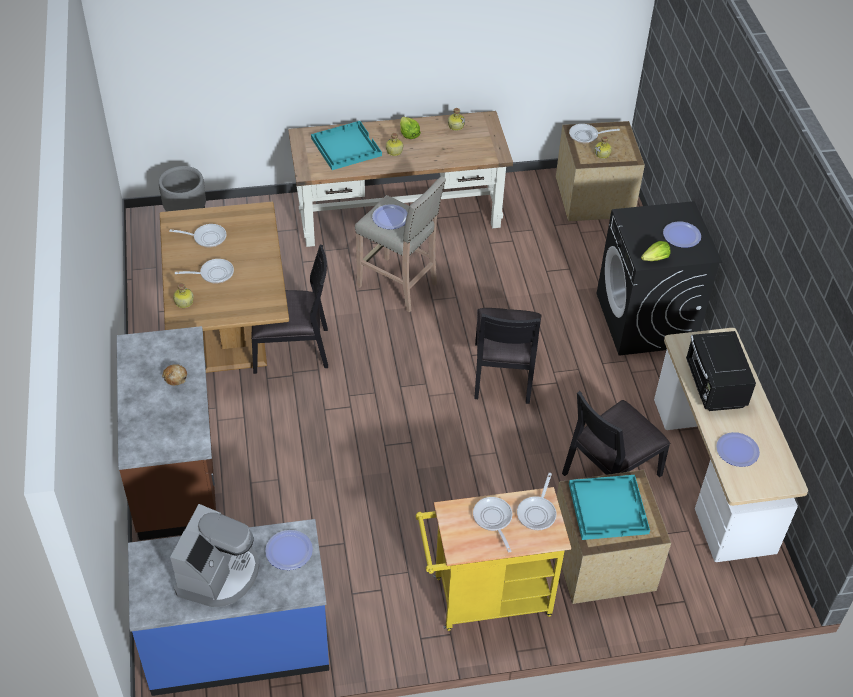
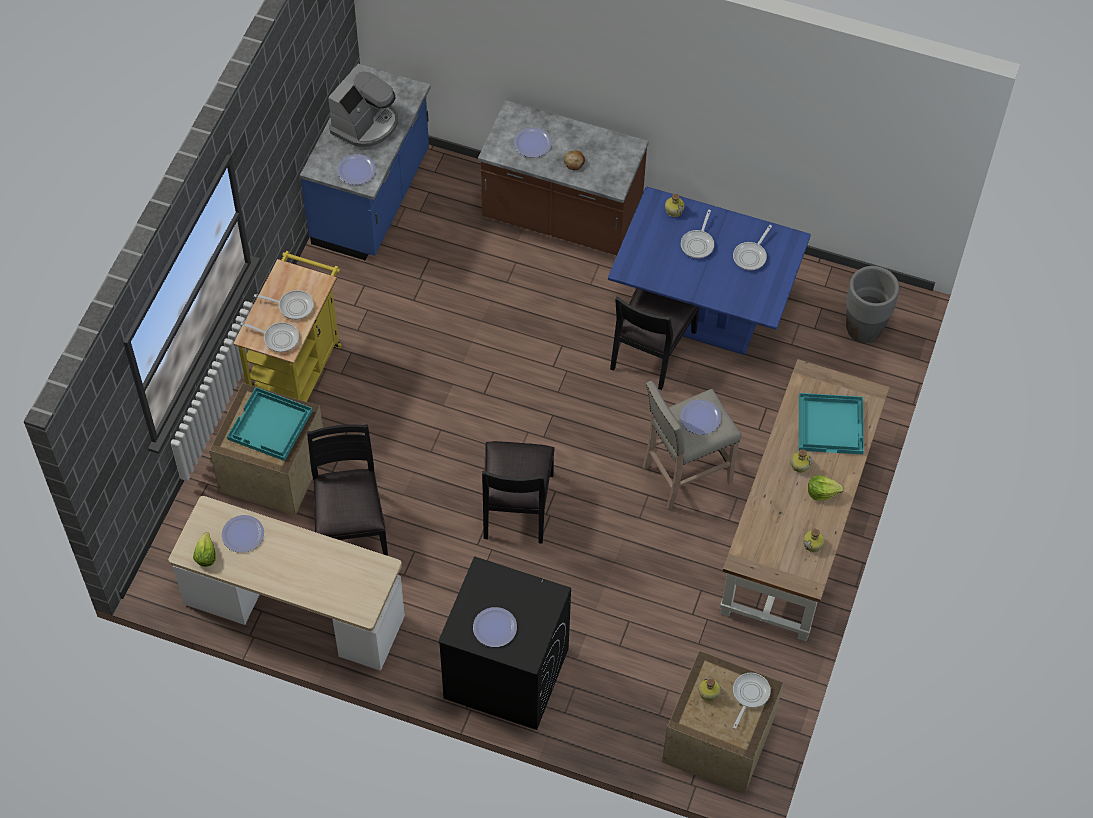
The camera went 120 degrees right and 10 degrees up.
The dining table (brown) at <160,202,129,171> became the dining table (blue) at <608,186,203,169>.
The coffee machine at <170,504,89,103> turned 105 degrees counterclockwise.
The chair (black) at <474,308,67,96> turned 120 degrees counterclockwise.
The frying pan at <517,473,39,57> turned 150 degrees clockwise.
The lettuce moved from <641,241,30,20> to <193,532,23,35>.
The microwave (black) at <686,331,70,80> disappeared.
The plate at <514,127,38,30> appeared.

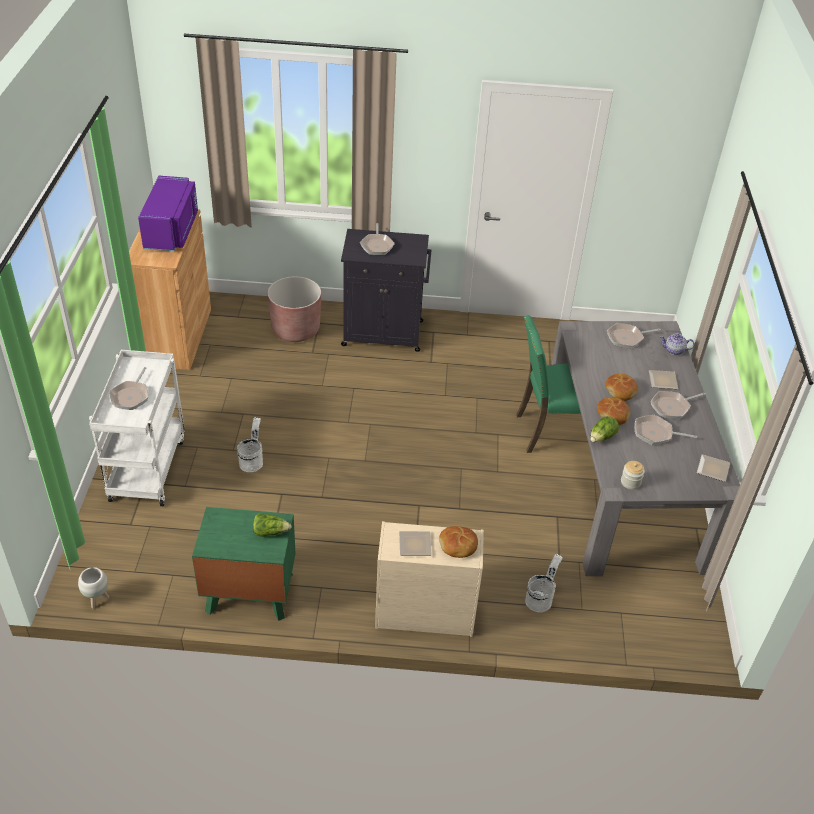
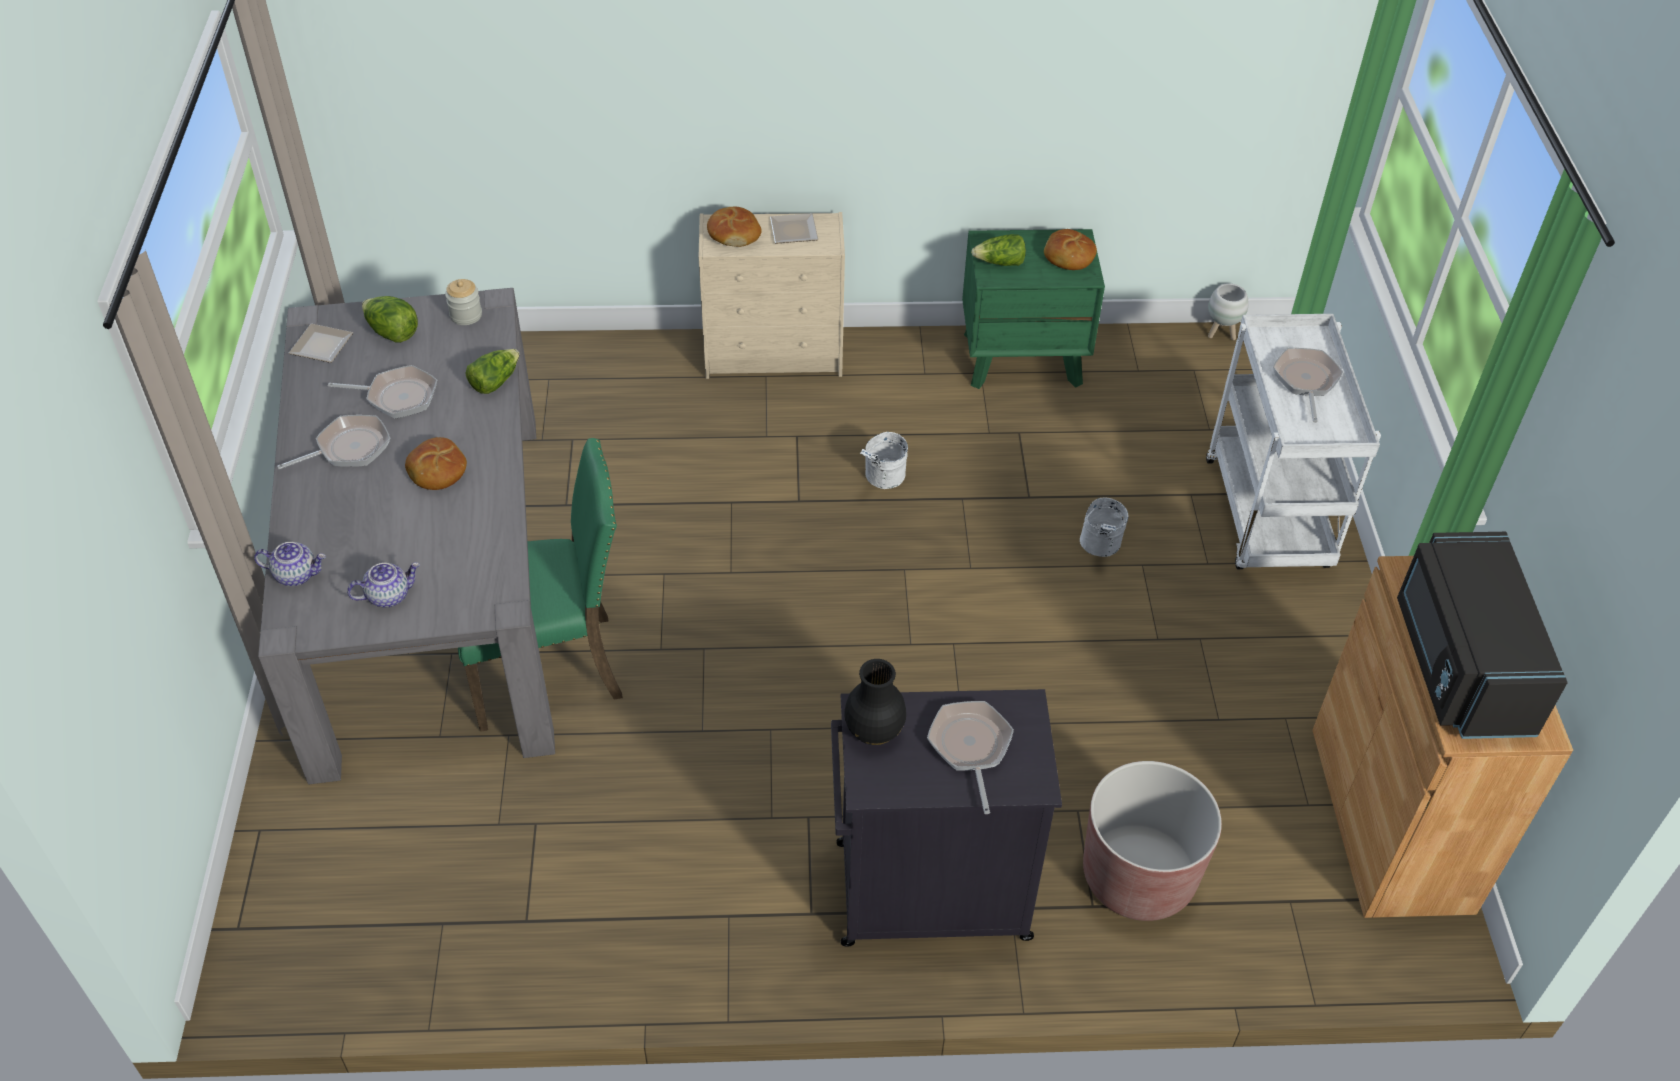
The camera went 175 degrees right and 5 degrees up.
The microwave (purple) at <138,176,60,75> became the microwave (black) at <1397,532,171,207>.
The bucket (white) moved from <525,553,38,59> to <860,432,48,57>.
The bread moved from <597,397,34,28> to <1044,229,53,41>.
The frying pan at <607,323,54,26> was replaced by the teapot at <347,562,73,45>.
The plate at <649,370,29,19> disappeared.
The lettuce at <362,296,56,47> appeared.
The vase (black) at <844,659,62,86> appeared.

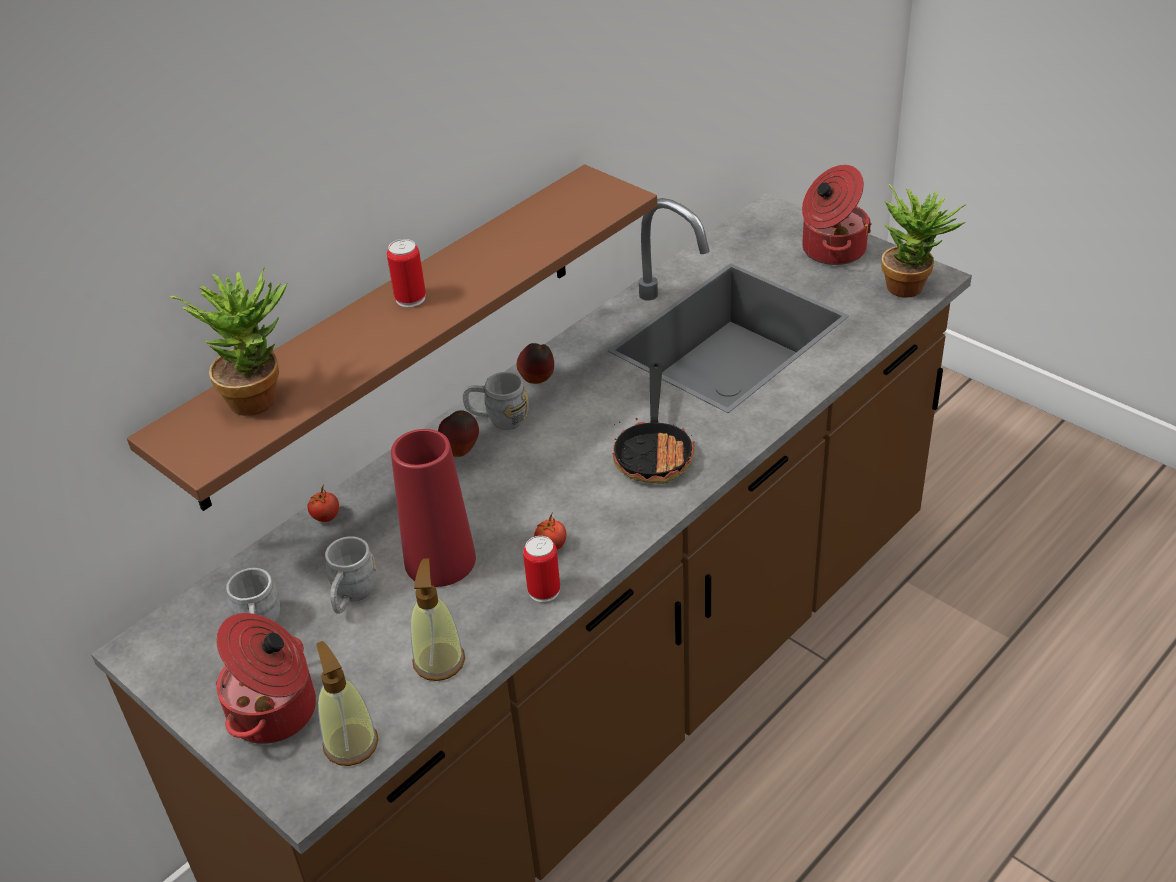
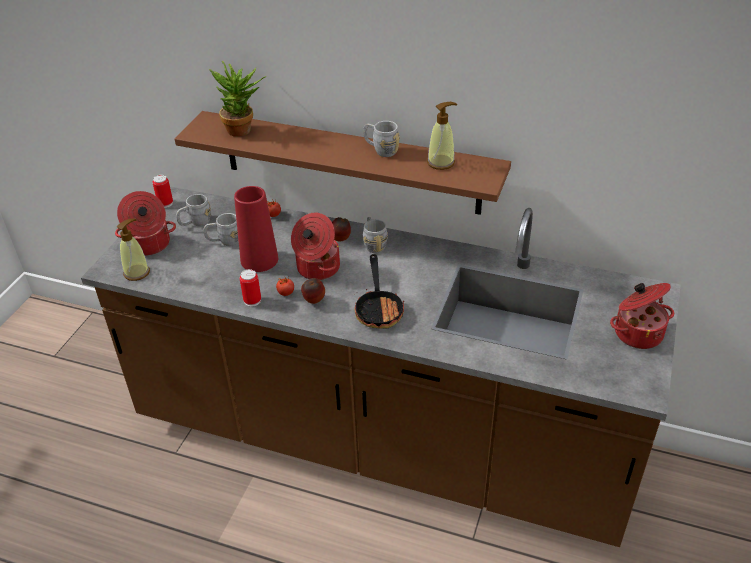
The camera went 65 degrees right and 0 degrees up.
The can moved from <387,239,39,68> to <152,175,21,33>.
The soap dispenser moved from <410,558,55,123> to <427,102,30,68>.
The apple moved from <517,343,37,41> to <301,278,24,26>.
The frying pan at <613,363,82,121> turned 75 degrees counterclockwise.
The potted plant at <881,184,85,114> disappeared.
The cooking pot at <291,213,49,67> appeared.
The mug (grey) at <363,121,37,36> appeared.

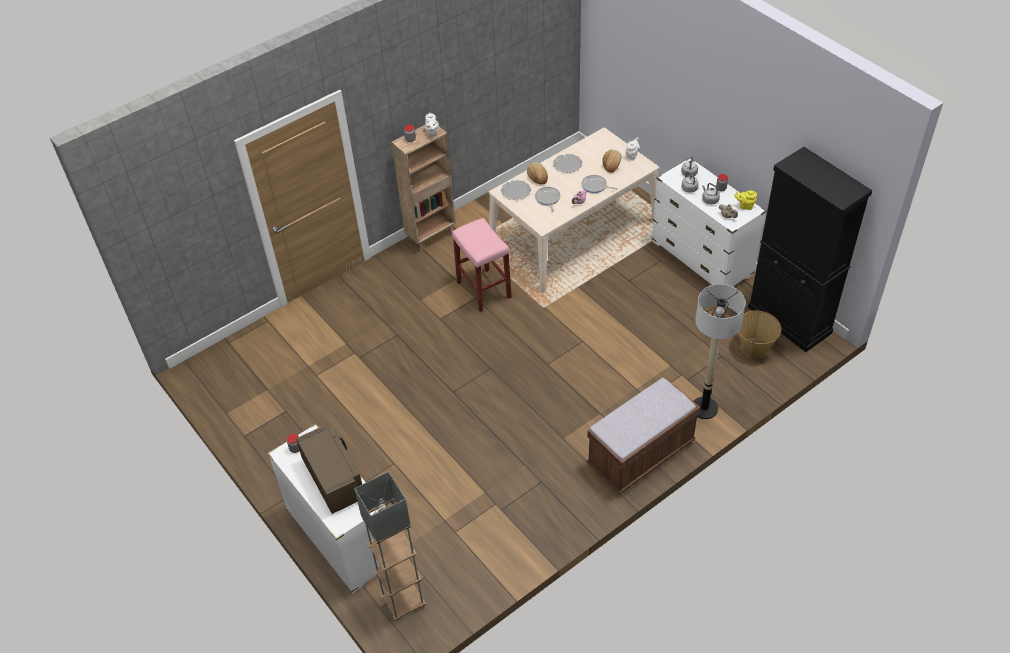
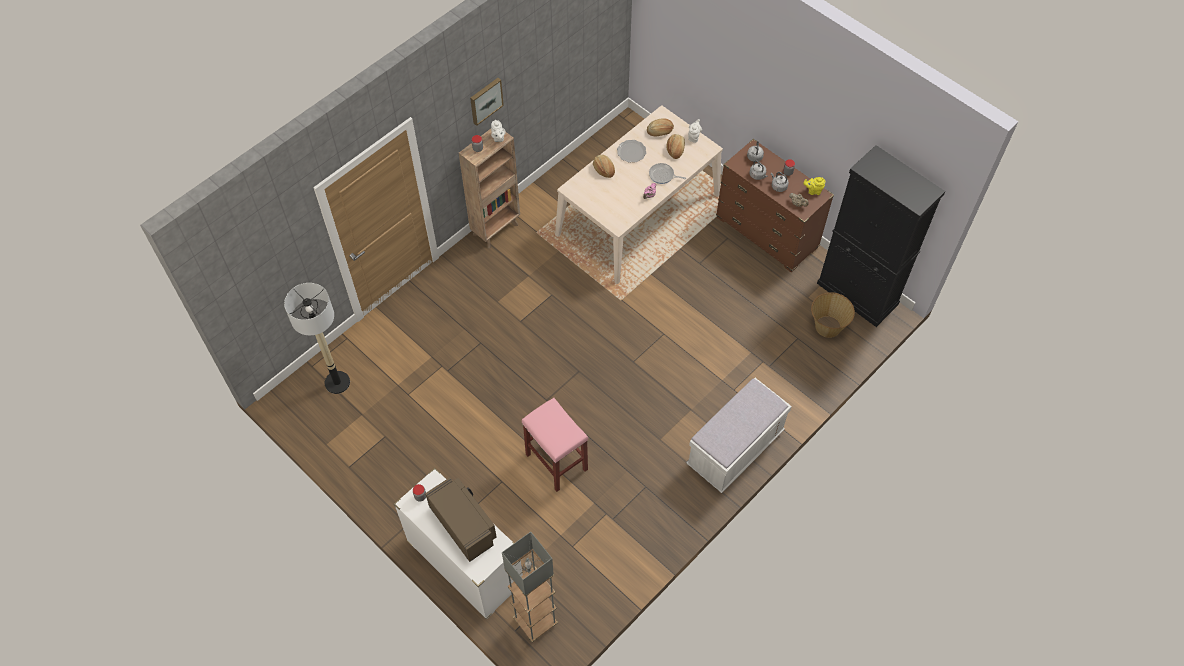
The camera went 10 degrees left and 10 degrees up.
The stool (pink) moved from <452,218,59,94> to <522,398,66,94>.
The plate at <501,180,30,20> disappeared.
The frying pan at <535,187,26,25> disappeared.
The bench (brown) at <587,377,113,117> became the bench (white) at <687,378,105,115>.
The dresser (white) at <651,158,115,129> became the dresser (brown) at <716,139,118,134>.
The floor lamp moved from <694,284,52,135> to <284,283,66,111>.
The picture at <470,78,34,48> appeared.
The bread at <647,118,27,18> appeared.

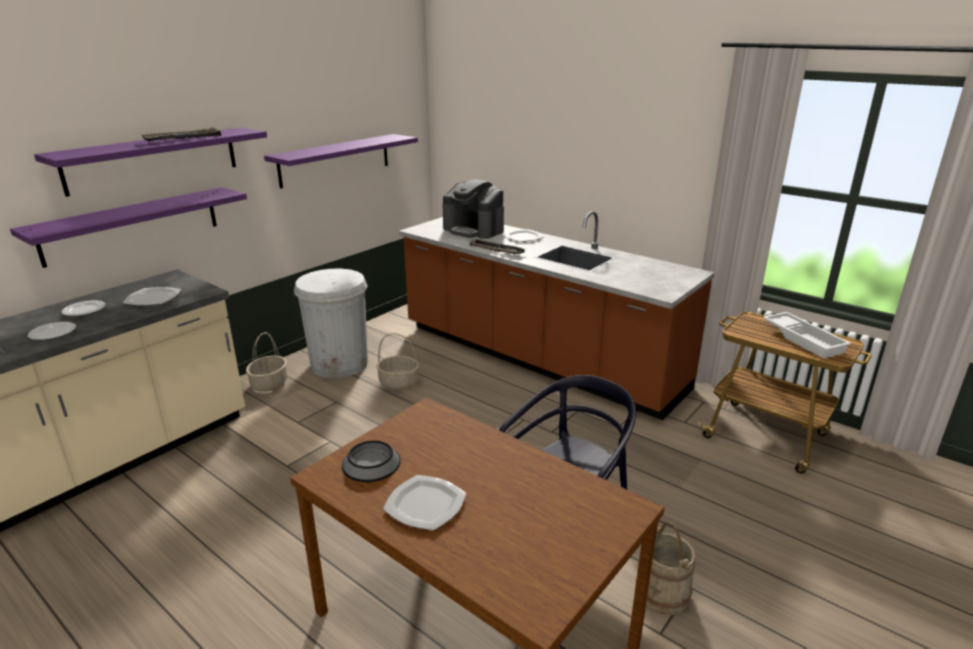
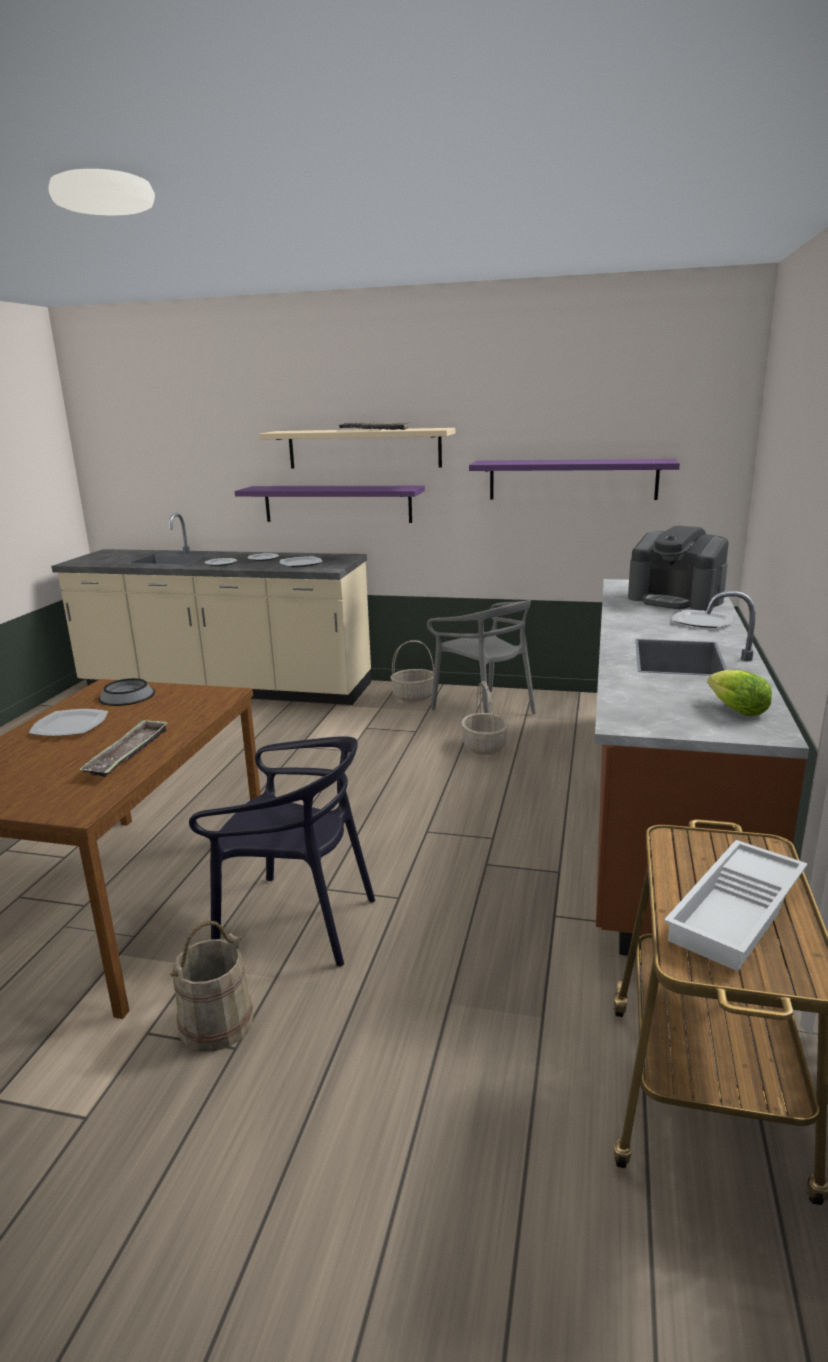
The camera went 65 degrees right and 5 degrees down.
The shelf (purple) at <34,127,233,70> became the shelf (beige) at <259,428,196,41>.
The trash can (white) at <294,269,74,109> was replaced by the chair (grey) at <427,600,109,114>.
The coffee machine at <442,179,62,60> turned 60 degrees counterclockwise.
The tray moved from <467,238,59,16> to <79,719,89,58>.
The lettuce at <707,670,65,46> appeared.

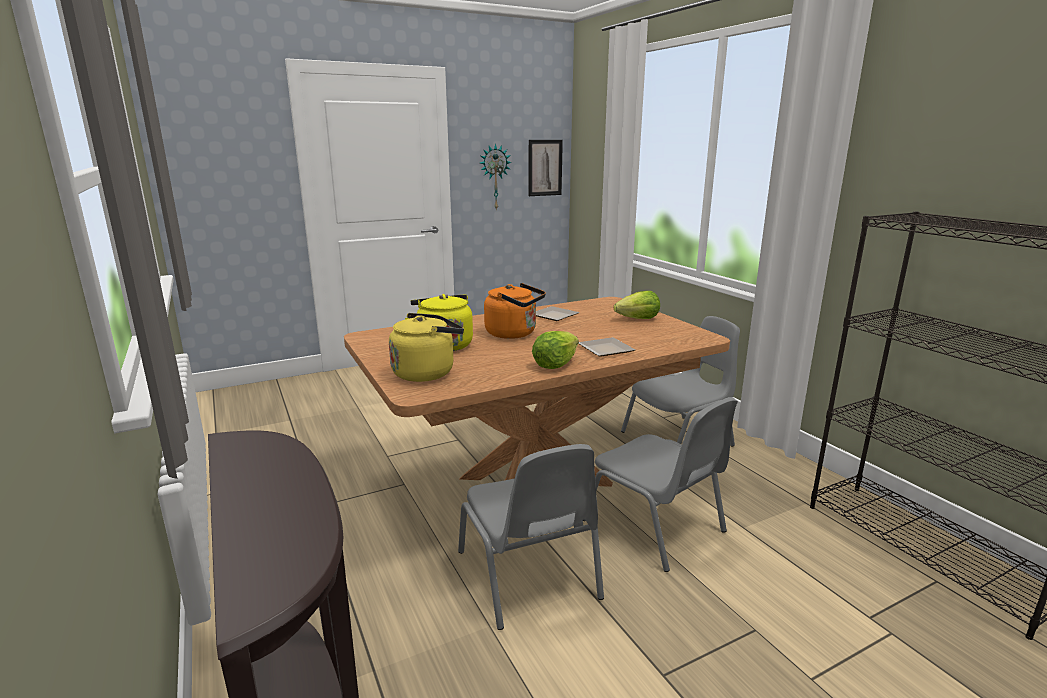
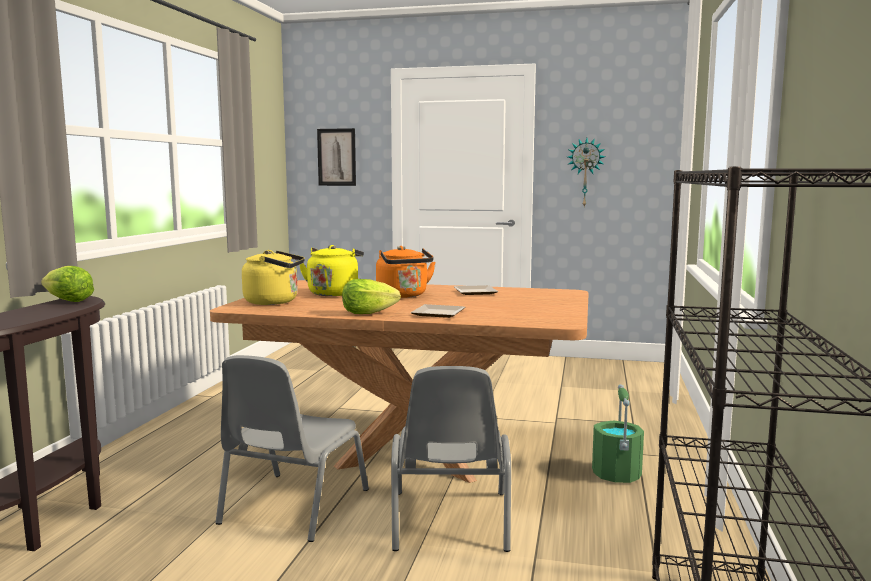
The camera went 40 degrees right and 10 degrees down.
The picture moved from <528,140,35,56> to <317,128,39,58>.
The lettuce moved from <614,291,46,28> to <41,266,53,36>.
The chair (grey) at <621,316,119,131> was replaced by the bucket (green) at <592,384,52,99>.

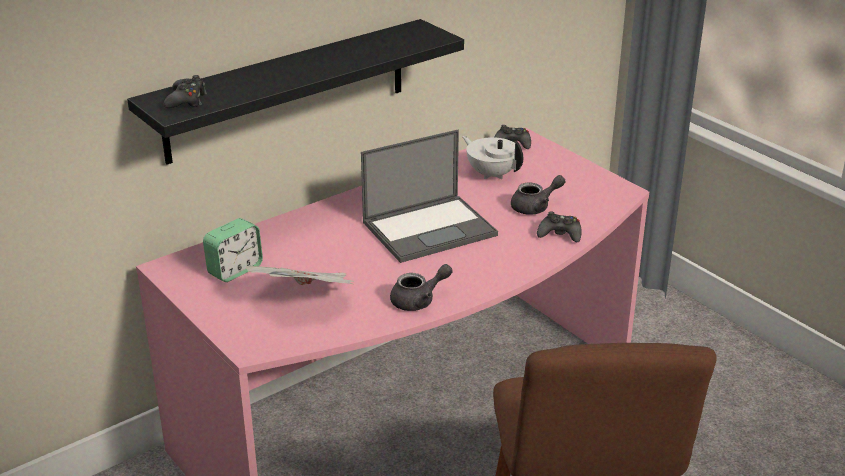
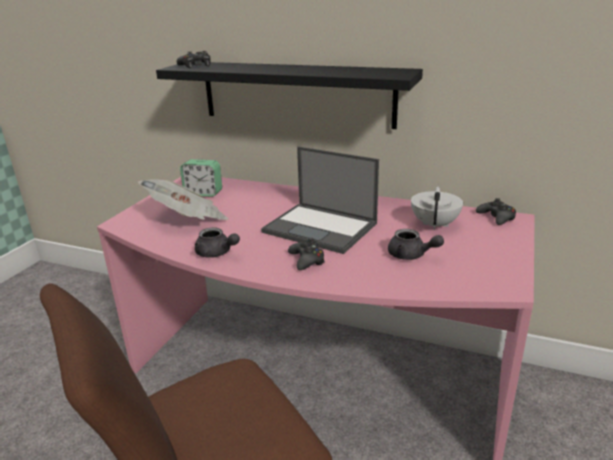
The camera went 60 degrees right and 5 degrees down.
The game controller (black) moved from <537,211,45,32> to <288,238,37,32>.

